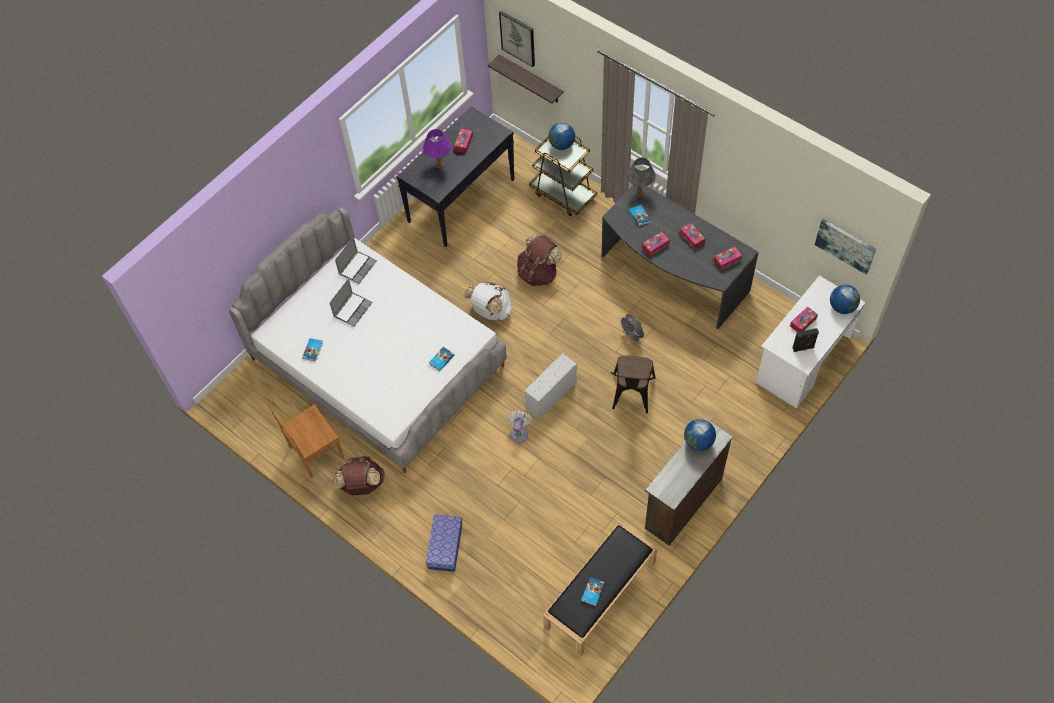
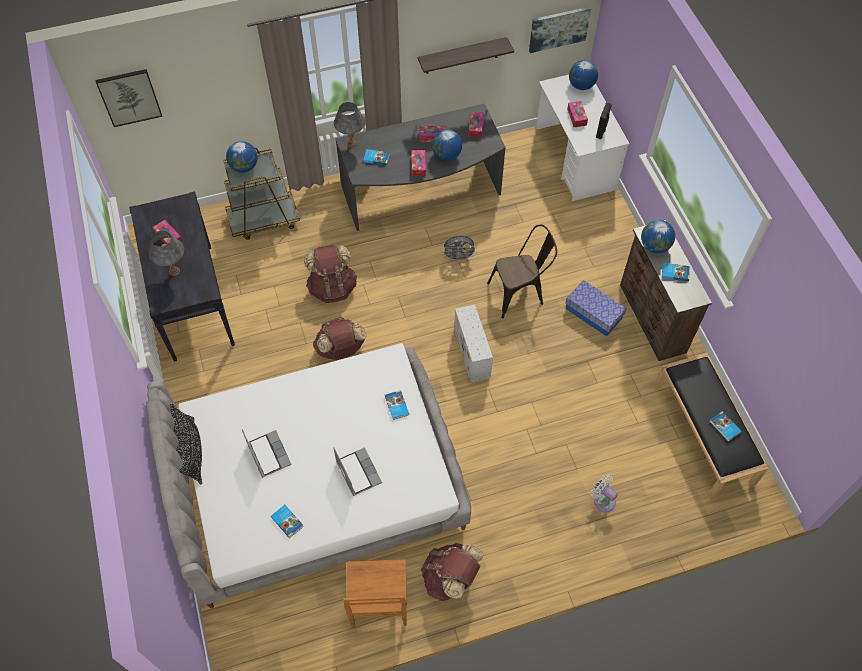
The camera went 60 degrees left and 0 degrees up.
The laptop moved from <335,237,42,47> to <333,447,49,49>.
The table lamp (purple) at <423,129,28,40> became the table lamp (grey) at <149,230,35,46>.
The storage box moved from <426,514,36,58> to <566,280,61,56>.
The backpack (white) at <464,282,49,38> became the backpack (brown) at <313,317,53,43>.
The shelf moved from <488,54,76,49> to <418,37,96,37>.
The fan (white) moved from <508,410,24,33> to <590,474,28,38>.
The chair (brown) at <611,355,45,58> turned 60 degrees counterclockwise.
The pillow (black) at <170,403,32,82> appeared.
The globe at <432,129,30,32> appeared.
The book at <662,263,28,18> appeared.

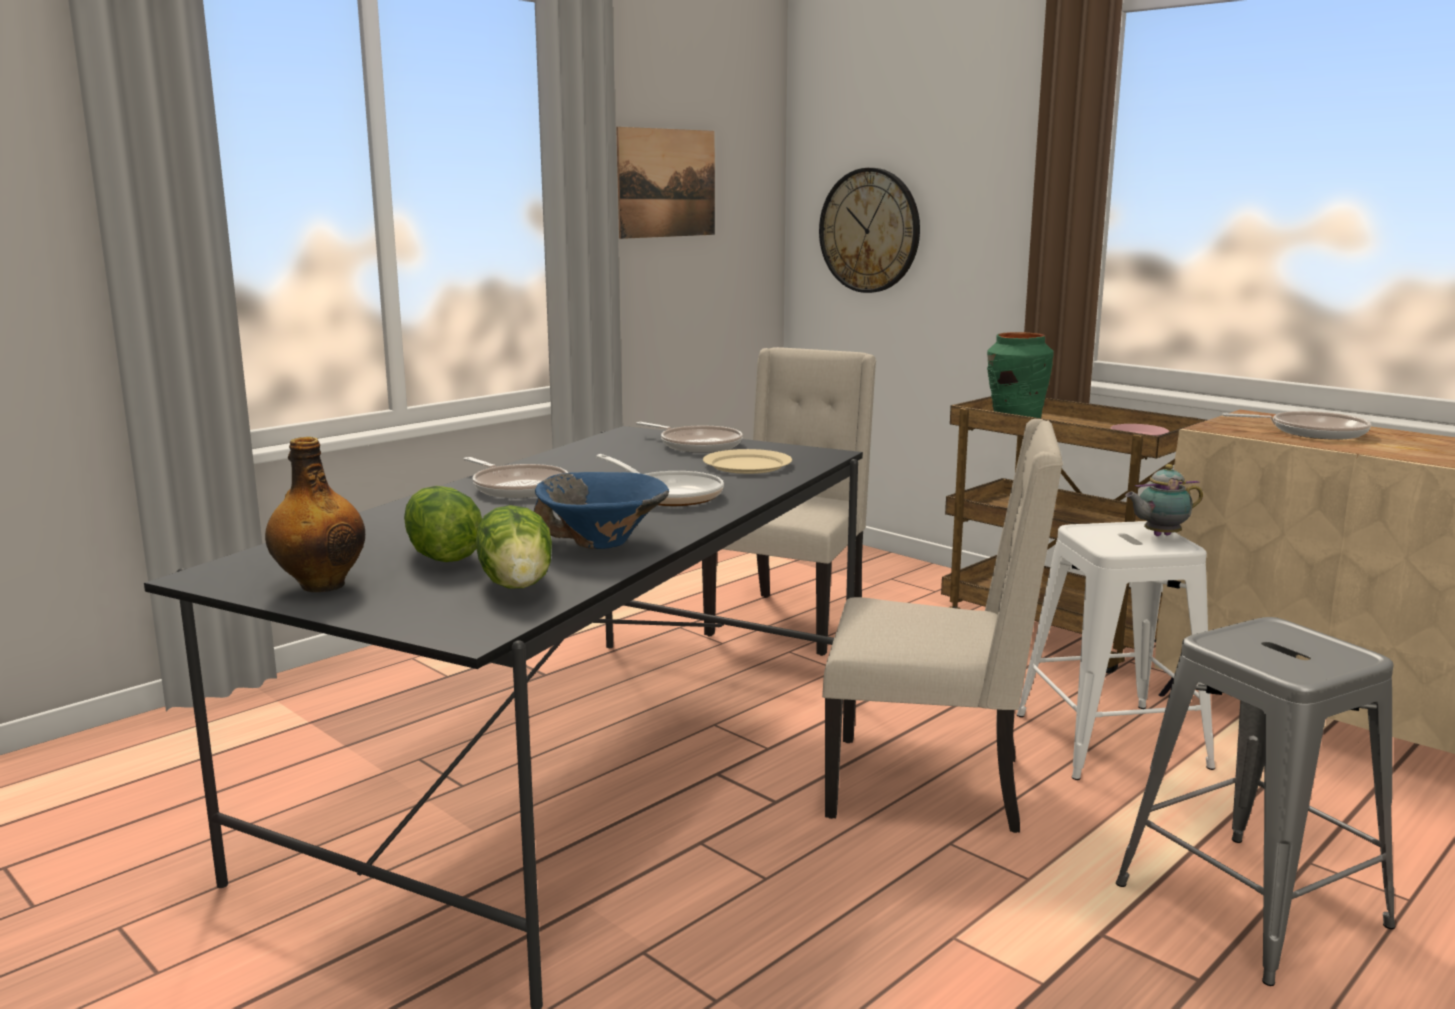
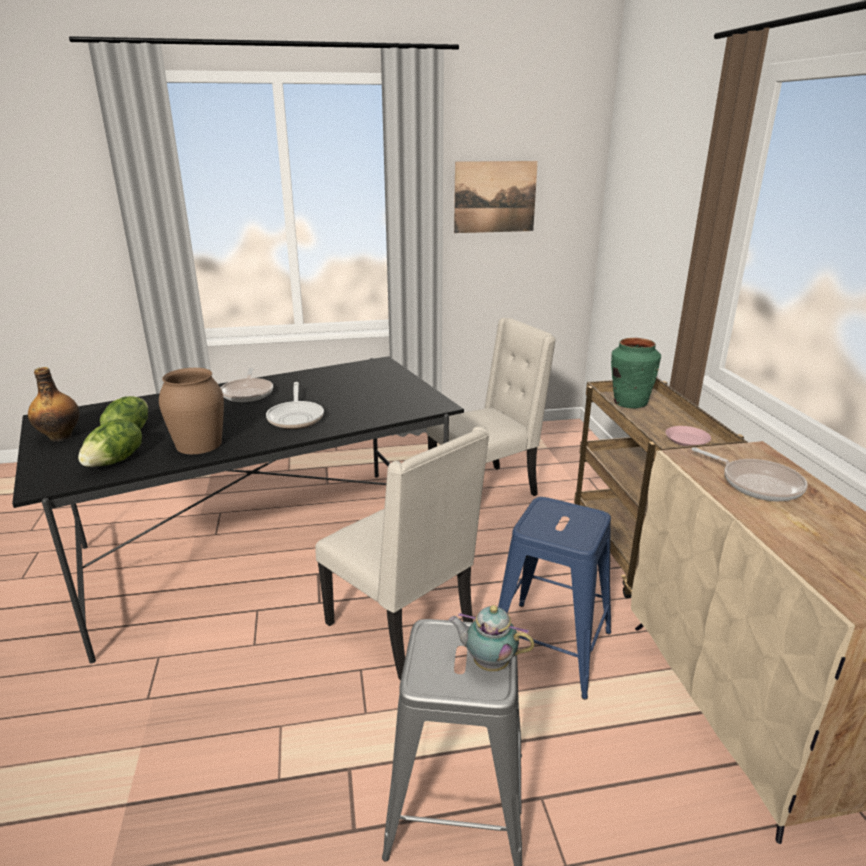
The camera went 35 degrees right and 10 degrees up.
The bowl (blue) at <534,472,135,77> was replaced by the vase (brown) at <159,368,65,86>.
The frying pan at <636,422,107,31> disappeared.
The plate (beige) at <703,449,89,25> disappeared.
The wall clock at <819,168,101,125> disappeared.
The stool (white) at <1017,521,198,259> became the stool (blue) at <498,497,113,203>.
The teapot moved from <1125,464,78,72> to <448,605,87,67>.

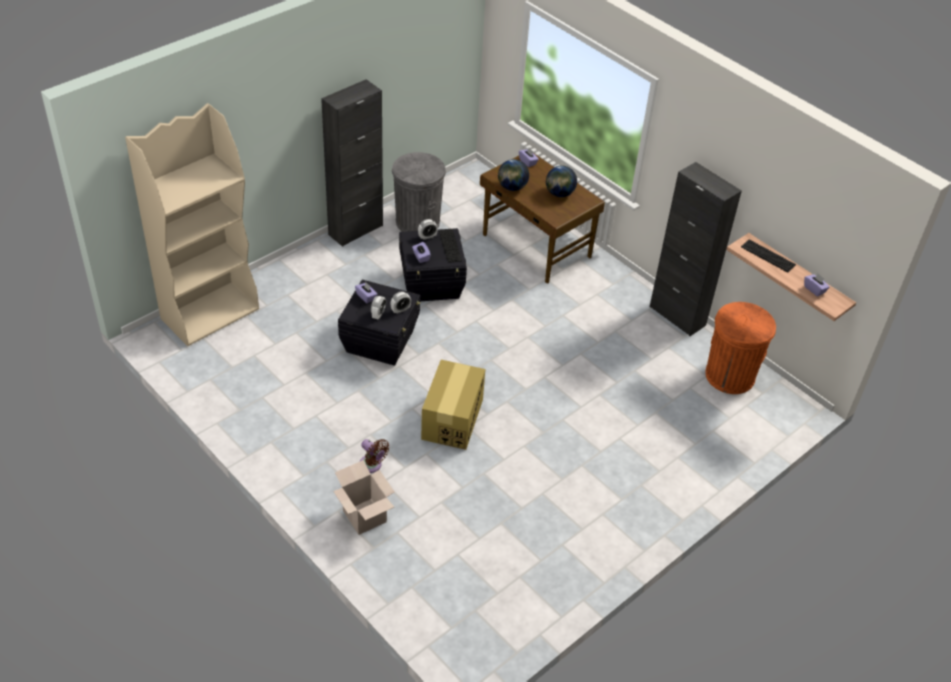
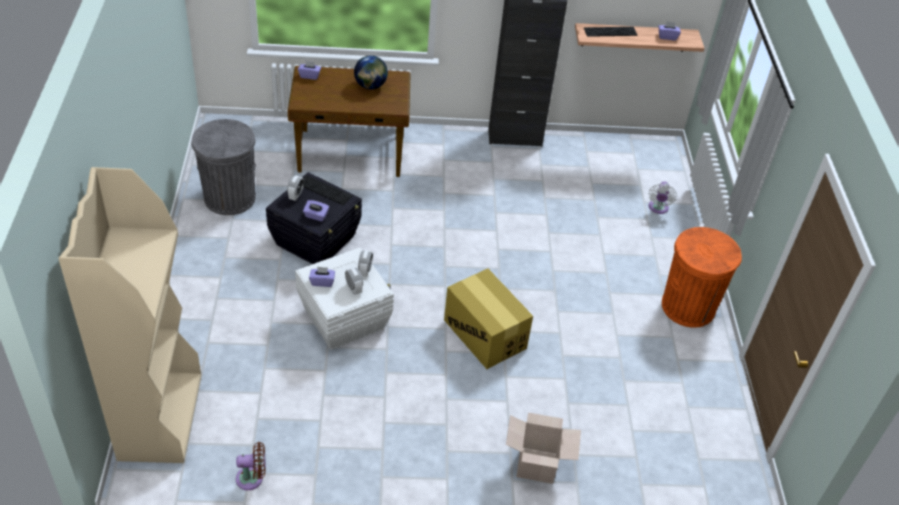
The camera went 50 degrees left and 0 degrees up.
The cabinet (black) at <321,79,62,168> disappeared.
The storage box (black) at <338,280,82,86> became the storage box (white) at <295,248,99,102>.
The fan (brown) moved from <359,439,30,34> to <236,442,30,48>.
The globe at <498,159,31,32> disappeared.
The trash can (orange) moved from <705,302,71,92> to <662,227,80,101>.
The fan (white) at <649,182,28,32> appeared.

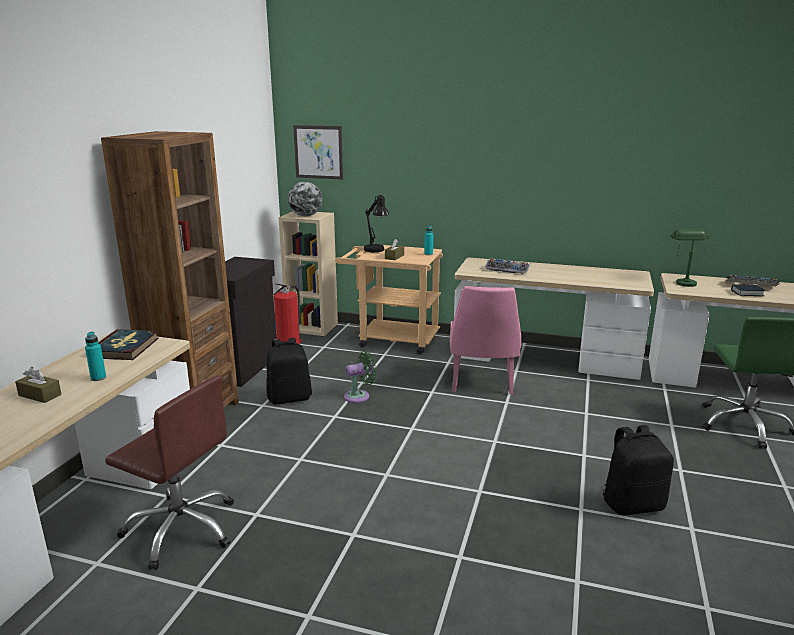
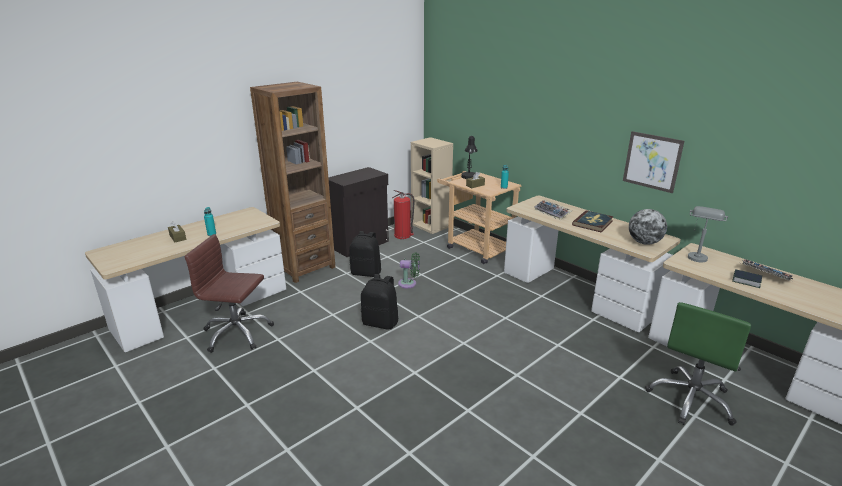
The camera went 30 degrees right and 5 degrees up.
The book moved from <98,329,61,31> to <572,210,41,22>.
The office chair (brown) at <105,375,129,195> turned 135 degrees clockwise.
The globe moved from <288,182,34,34> to <629,209,38,36>.
The picture moved from <293,125,50,55> to <623,131,61,62>.
The chair (pink) at <450,286,71,109> disappeared.
The backpack (black) moved from <603,425,71,90> to <361,274,37,55>.
The table lamp (green) at <670,229,41,58> became the table lamp (grey) at <688,206,40,56>.

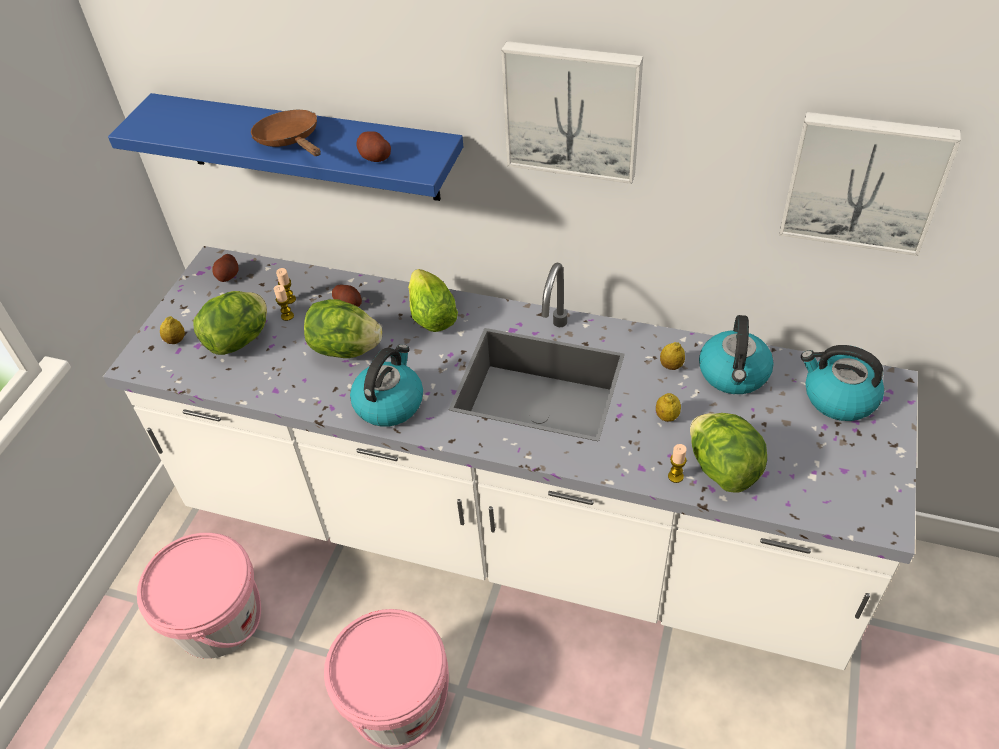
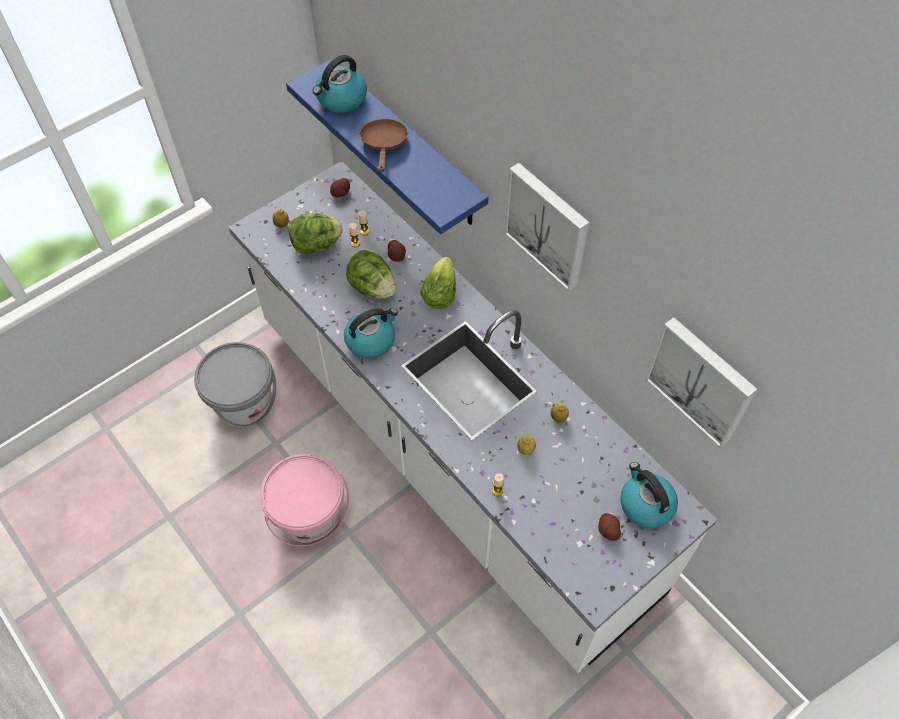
The camera went 30 degrees right and 10 degrees up.
The bucket (pink) at <137,533,124,126> became the bucket (grey) at <194,342,82,85>.
The potato moved from <357,131,34,31> to <599,513,22,28>.
The lettuce at <690,413,77,80> disappeared.
The kettle moved from <699,315,75,79> to <313,55,54,58>.

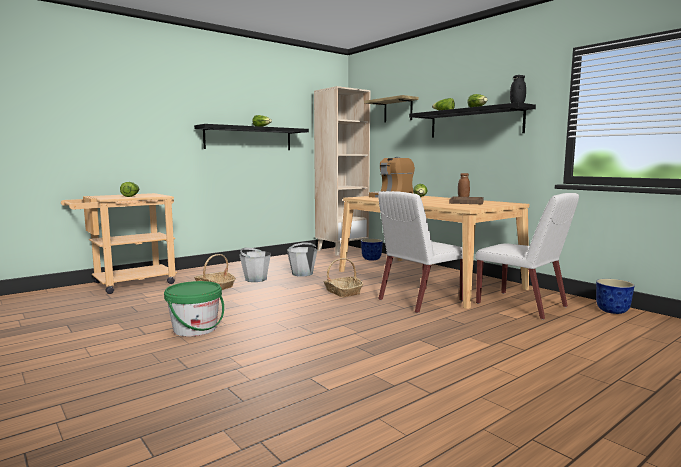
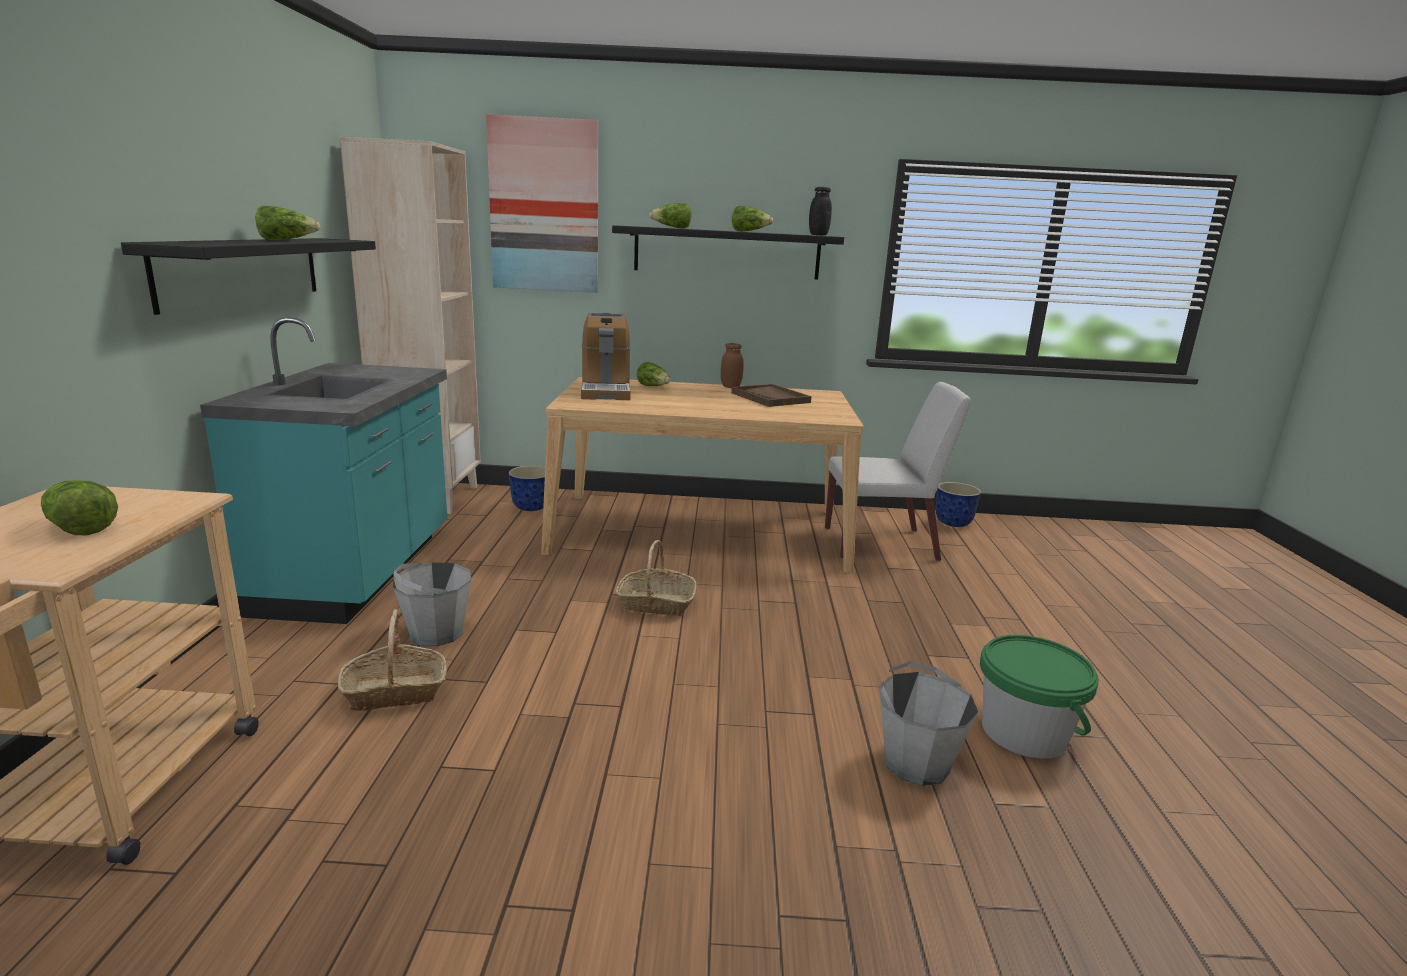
The camera went 50 degrees left and 10 degrees up.
The bucket (green) moved from <164,281,60,56> to <980,635,119,124>.
The bucket (grey) moved from <287,242,30,34> to <879,661,99,125>.
The shelf at <364,95,55,27> was replaced by the picture at <486,114,112,179>.
The chair (white) at <378,191,85,122> disappeared.
The counter (turquoise) at <200,317,247,307> appeared.

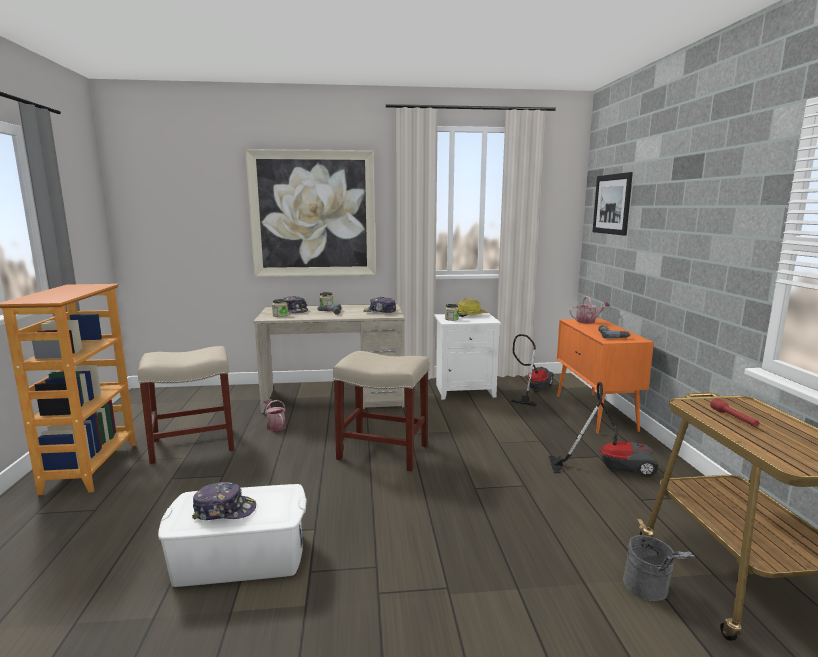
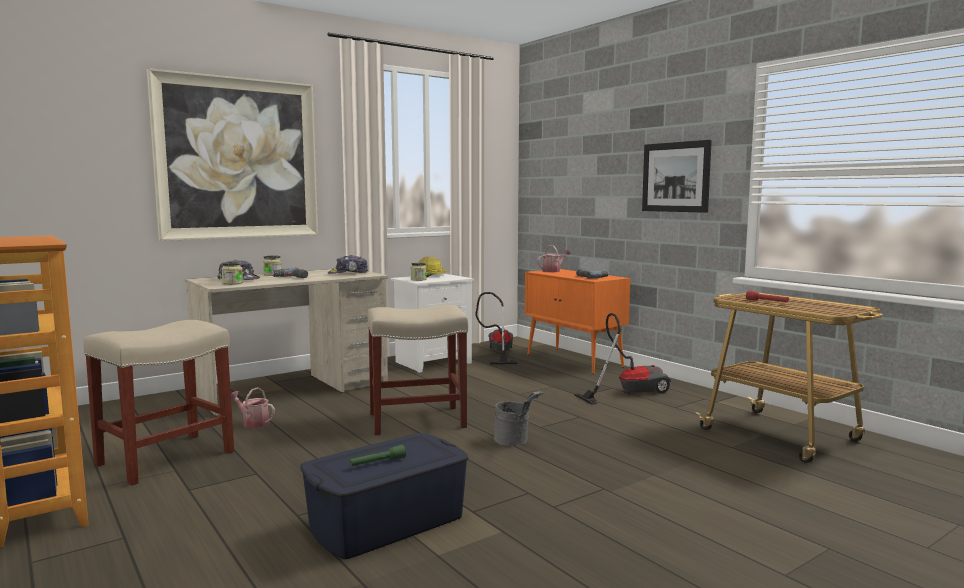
The camera went 30 degrees left and 5 degrees down.
The storage box (white) at <158,484,149,103> became the storage box (blue) at <300,433,169,126>.
The cap at <192,482,64,38> was replaced by the flashlight (green) at <349,445,57,21>.
The picture moved from <593,172,40,64> to <642,140,70,73>.
The bucket (grey) moved from <623,535,72,66> to <494,391,49,55>.

